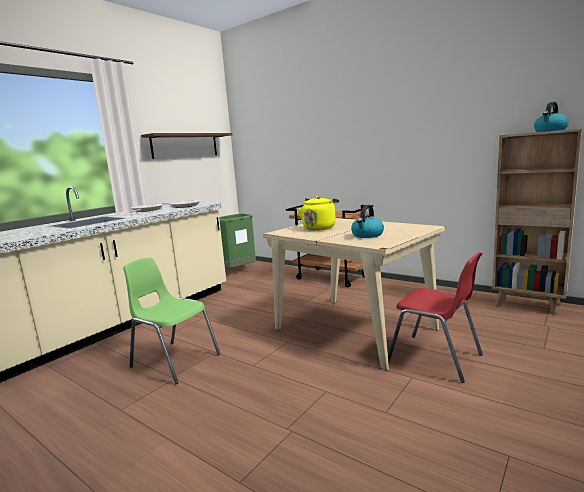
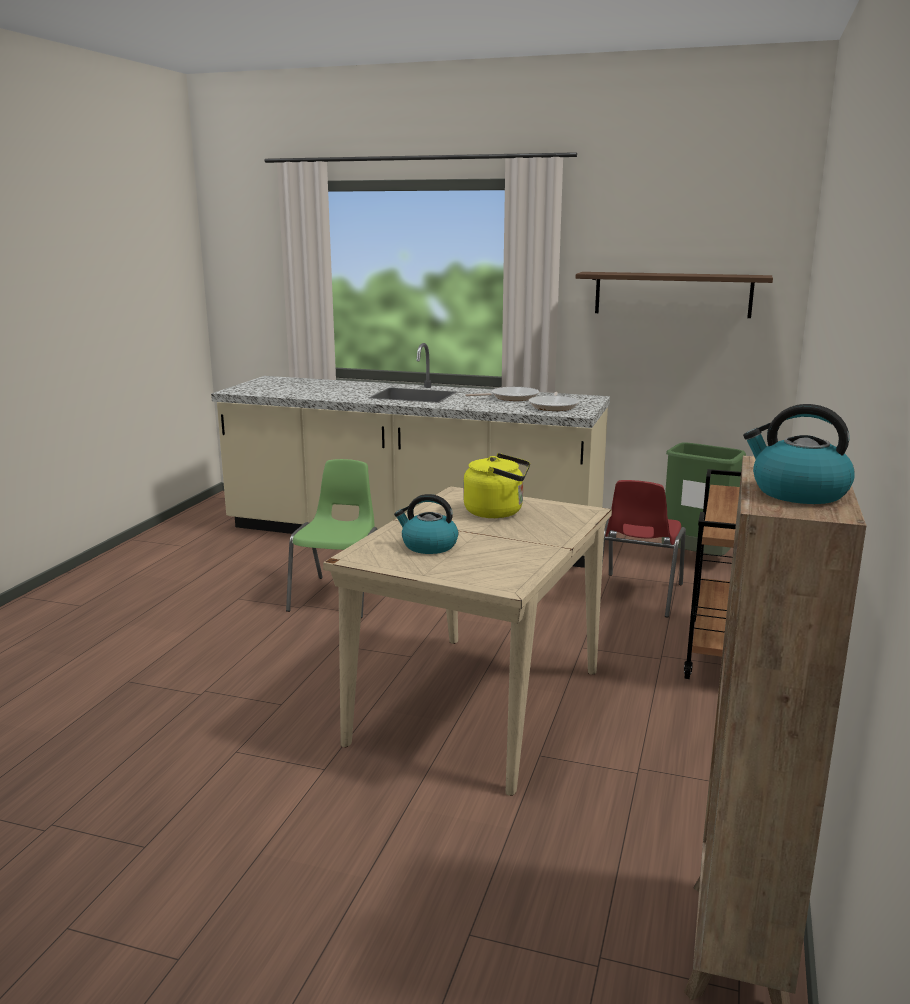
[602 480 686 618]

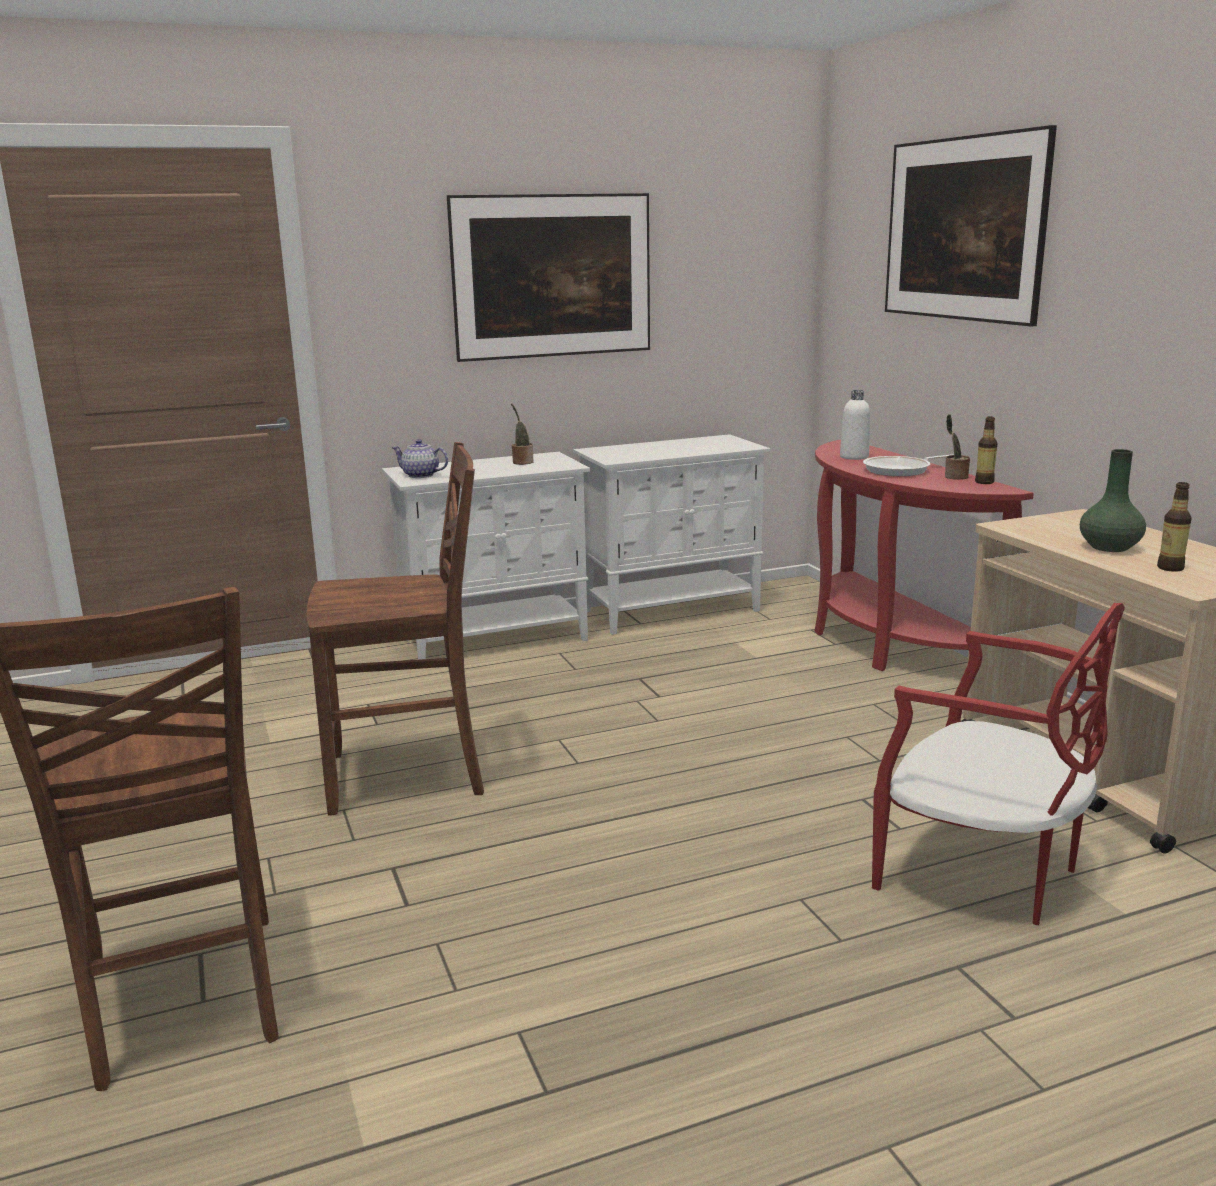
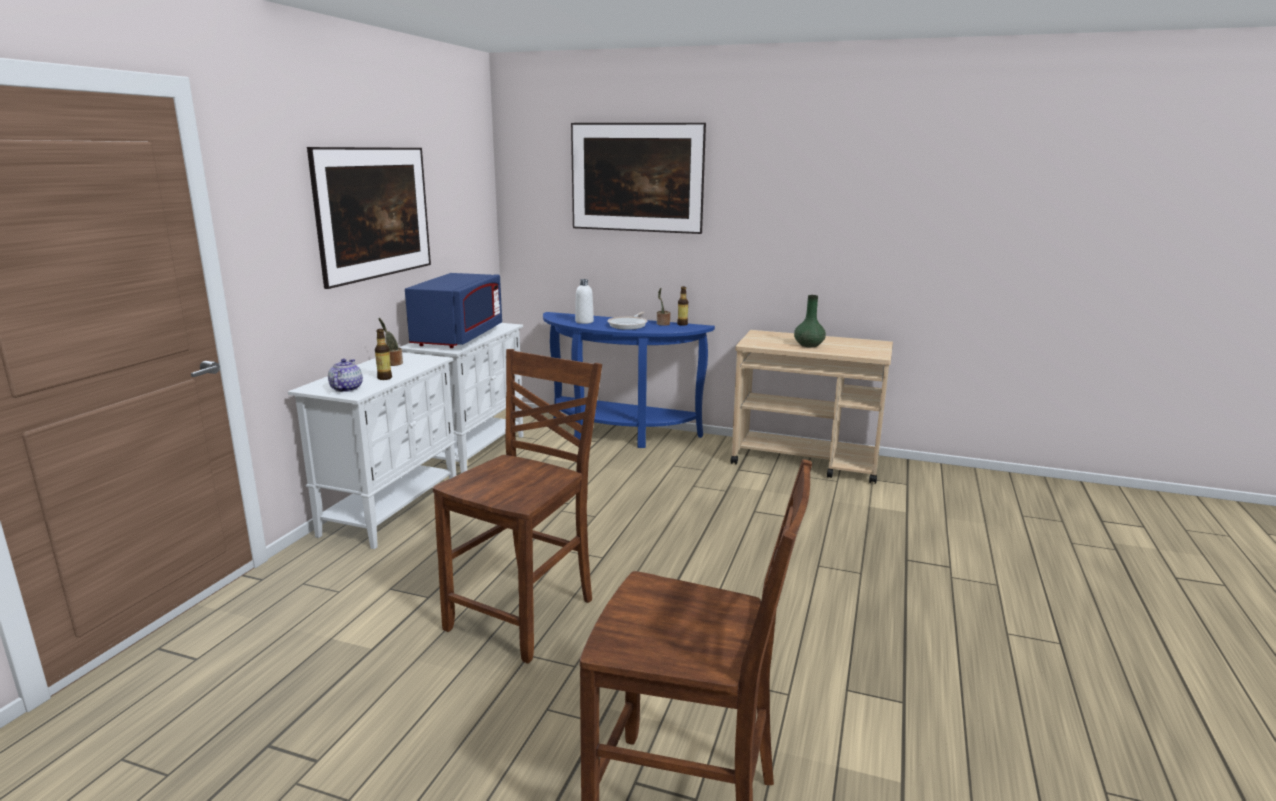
[328 358 363 392]
[375 329 392 380]
[405 273 502 348]
[543 312 715 448]
[872 603 1125 925] (first image)

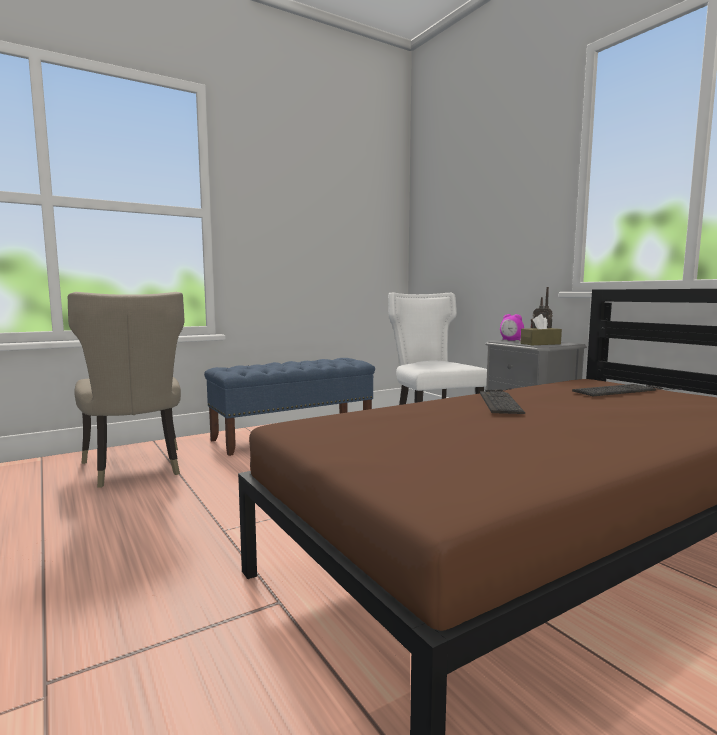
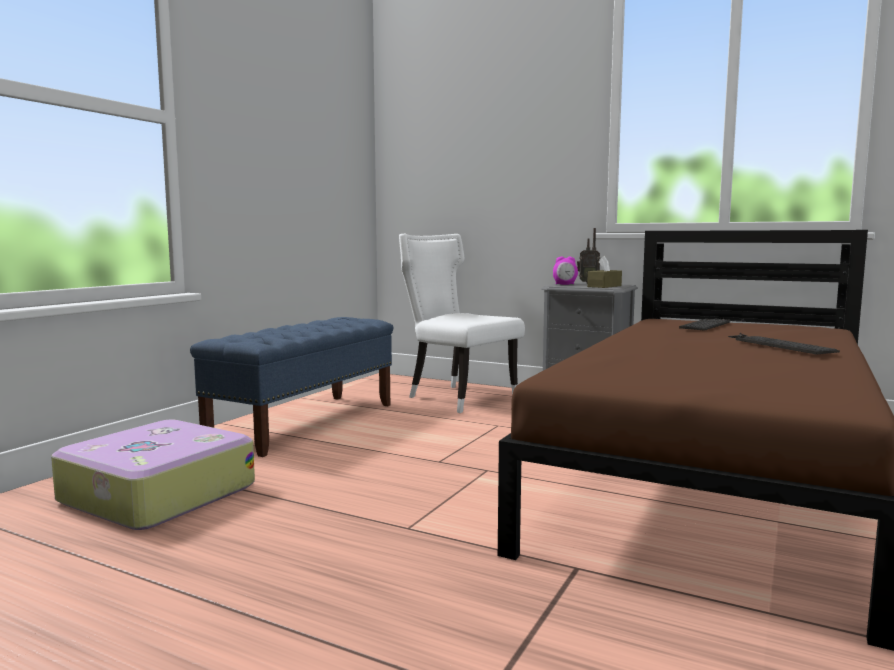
[51 420 255 530]
[728 333 840 355]

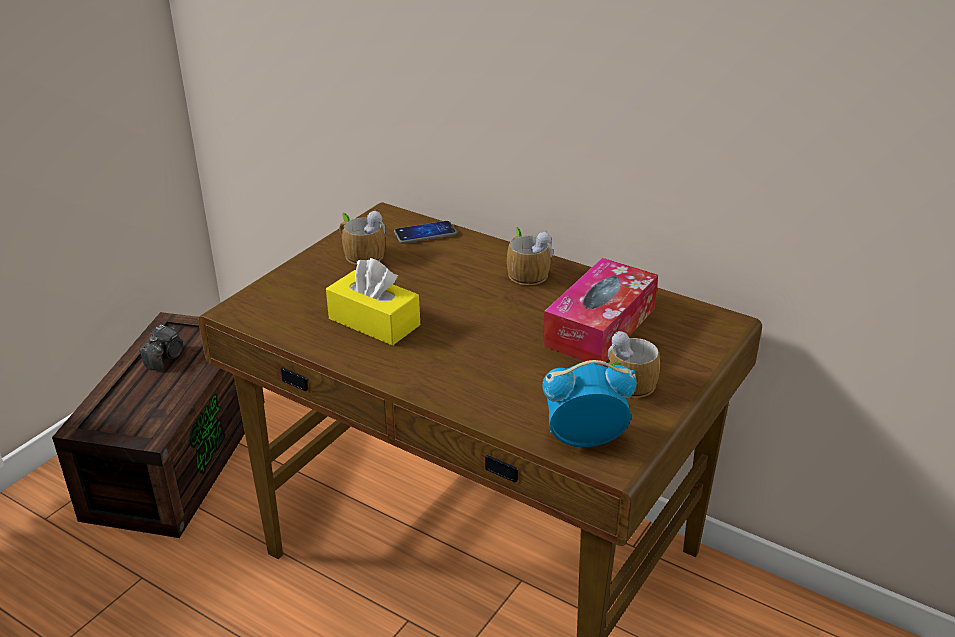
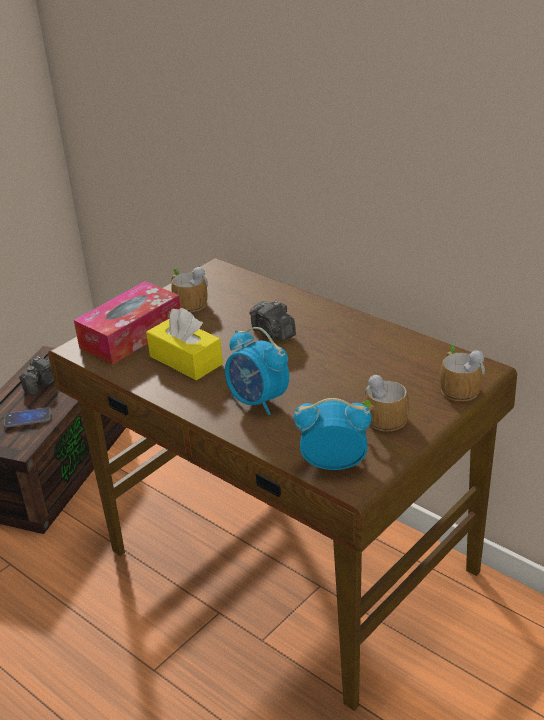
[4 407 51 428]
[74 281 180 365]
[225 327 289 415]
[249 300 296 341]
[440 344 485 401]

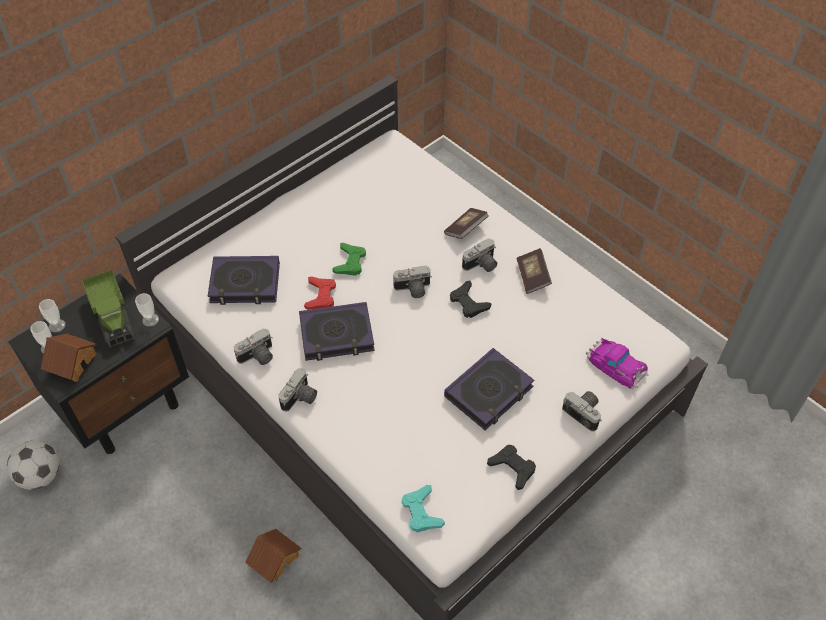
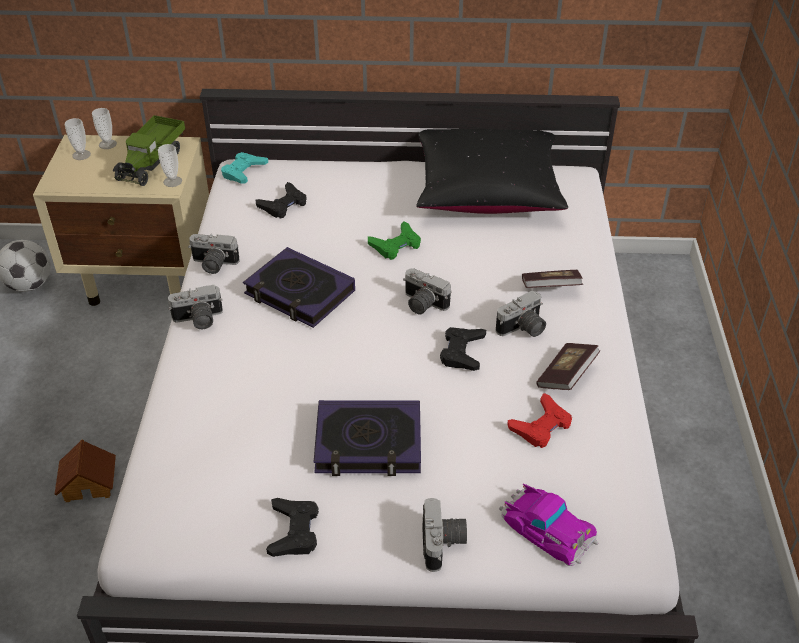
[33 135 209 306]
[221 152 268 184]
[255 182 307 219]
[416 129 568 214]
[496 290 546 337]
[499 484 598 566]
[507 393 572 448]
[41 334 97 382] (first image)

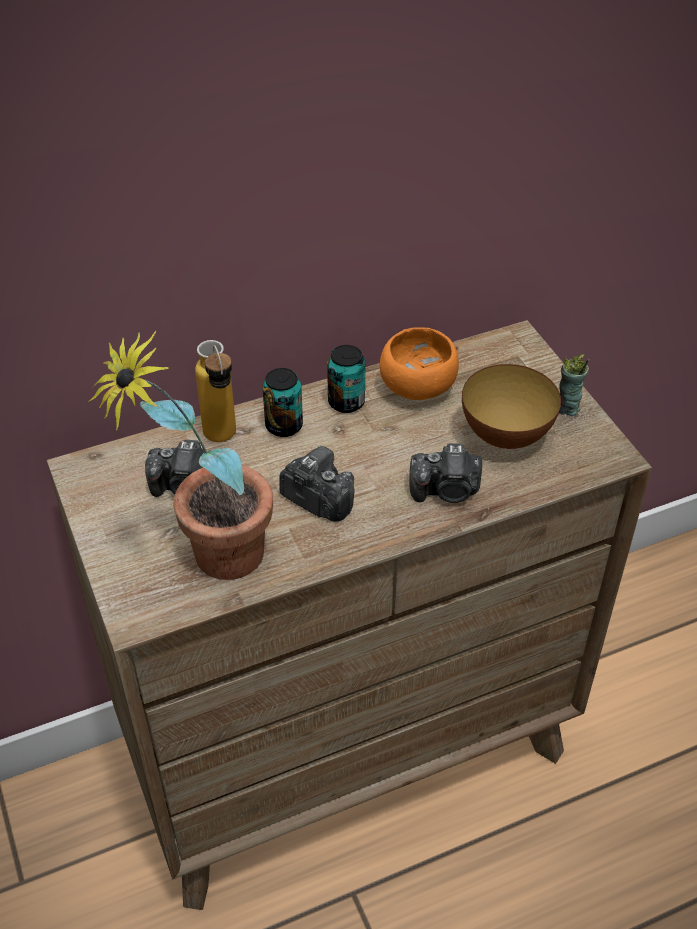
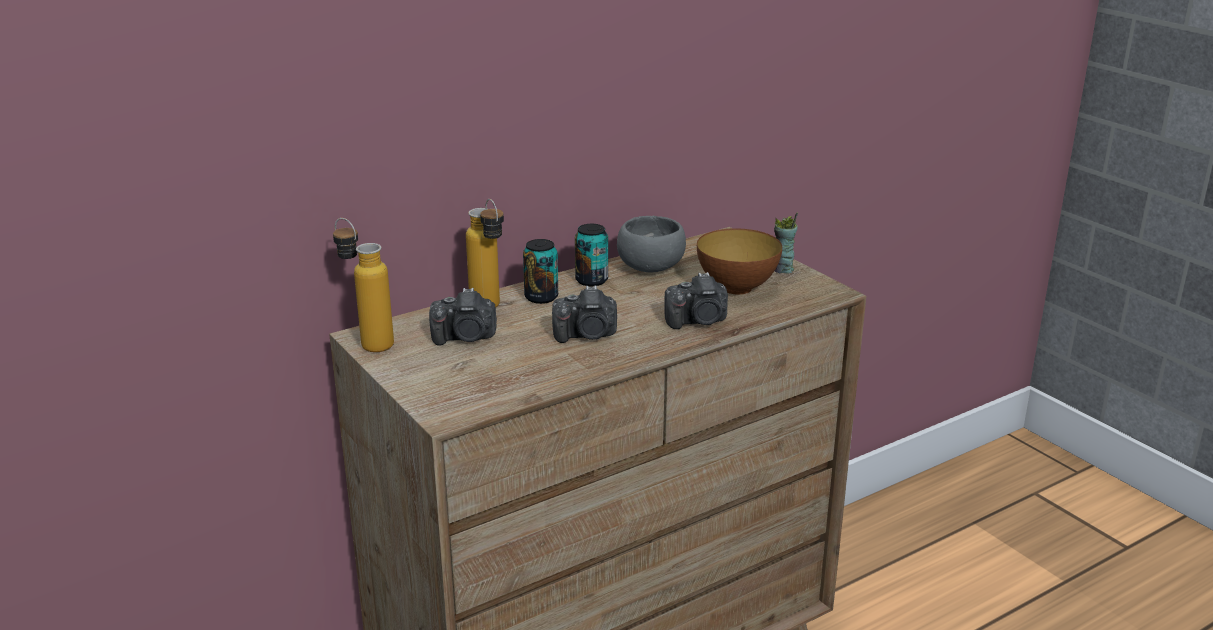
[333 218 394 352]
[552 285 617 343]
[617 216 686 273]
[88 331 273 580] (first image)

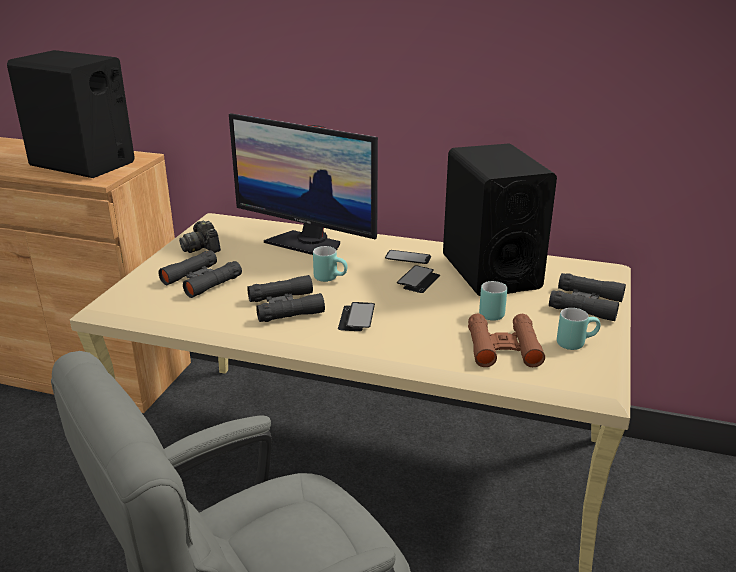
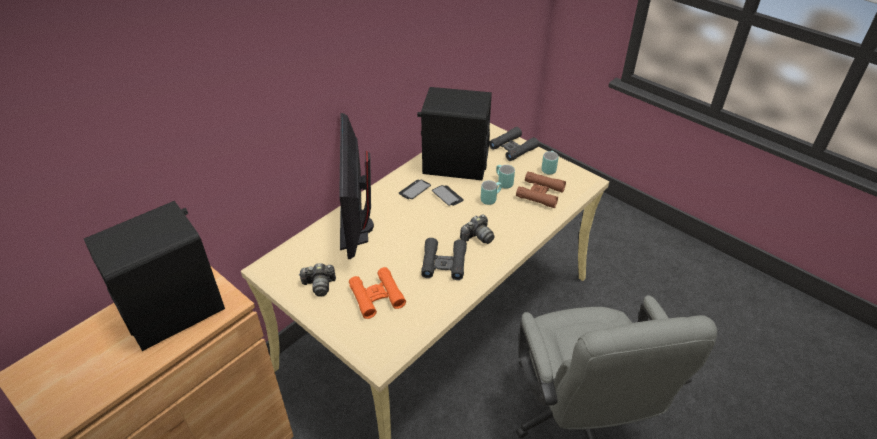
[339 113 374 259]
[349 267 406 319]
[460 214 495 244]
[481 180 502 205]

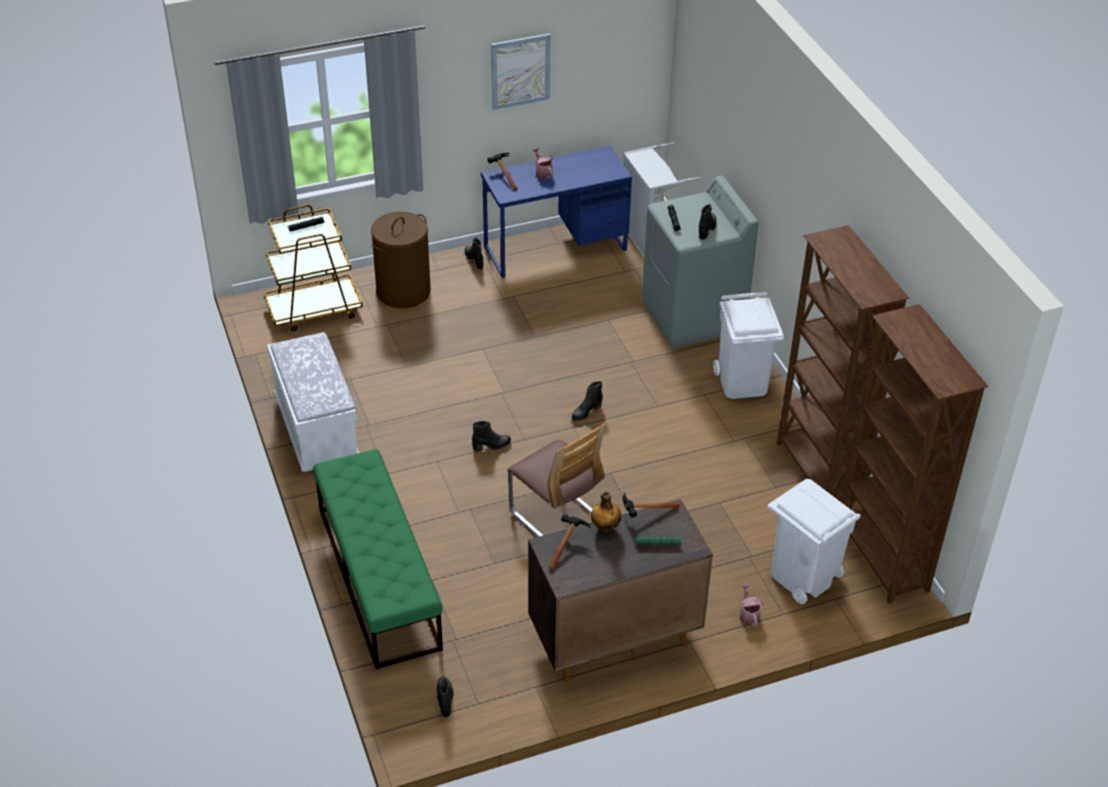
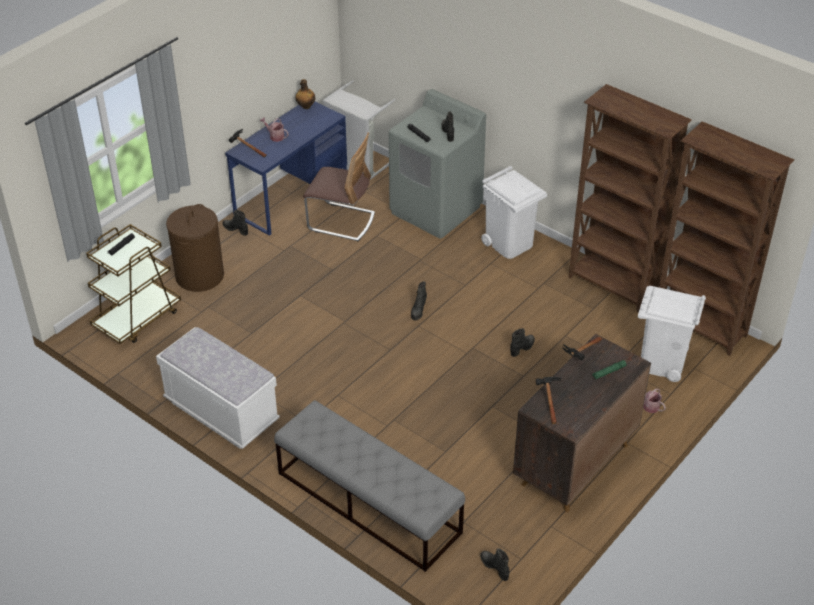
[274 400 465 572]
[295 79 315 109]
[303 132 375 241]
[510 328 535 357]
[491 33 551 110] (first image)

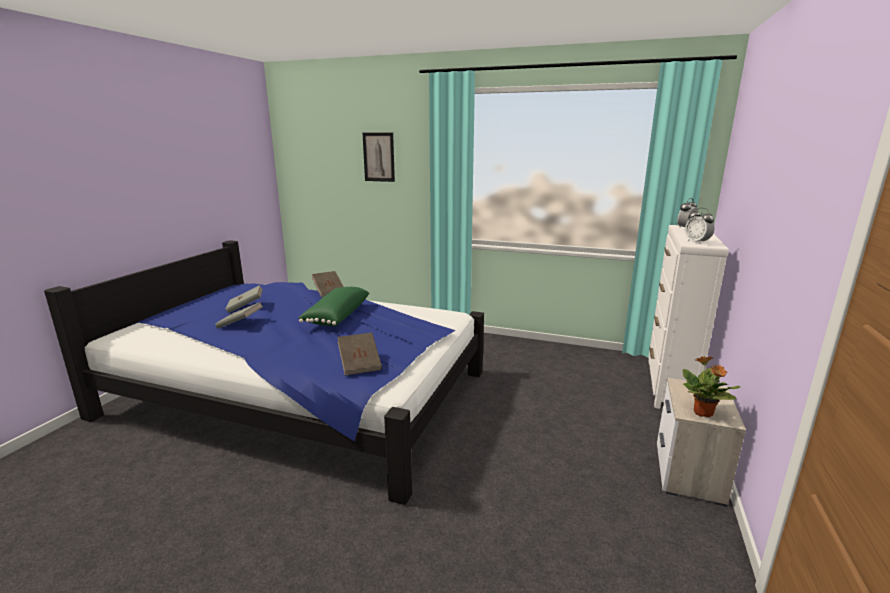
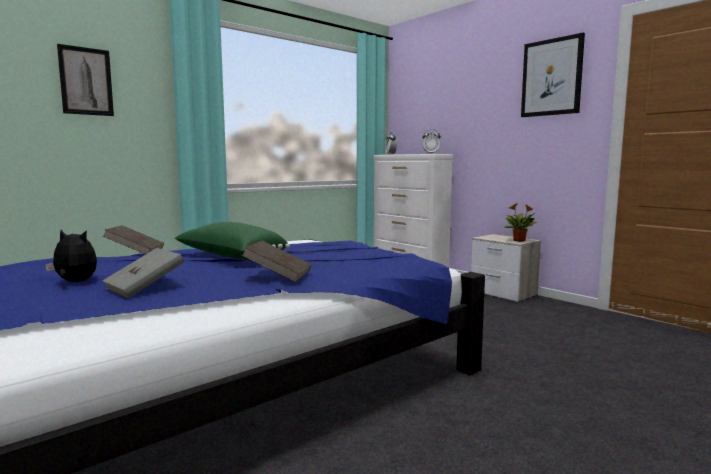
[45 230 97 282]
[242 241 311 282]
[521 33 585 117]

